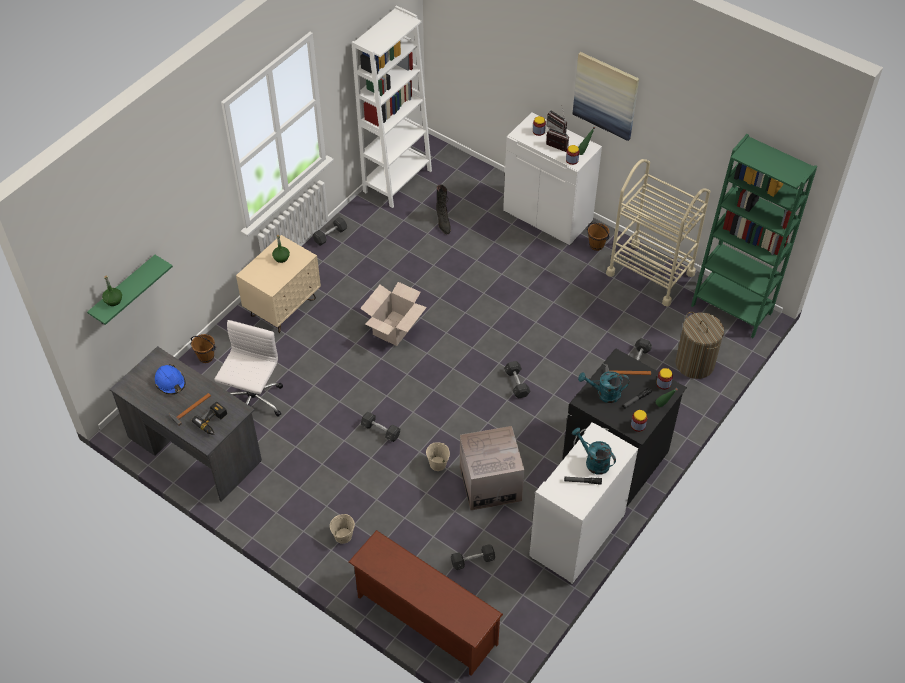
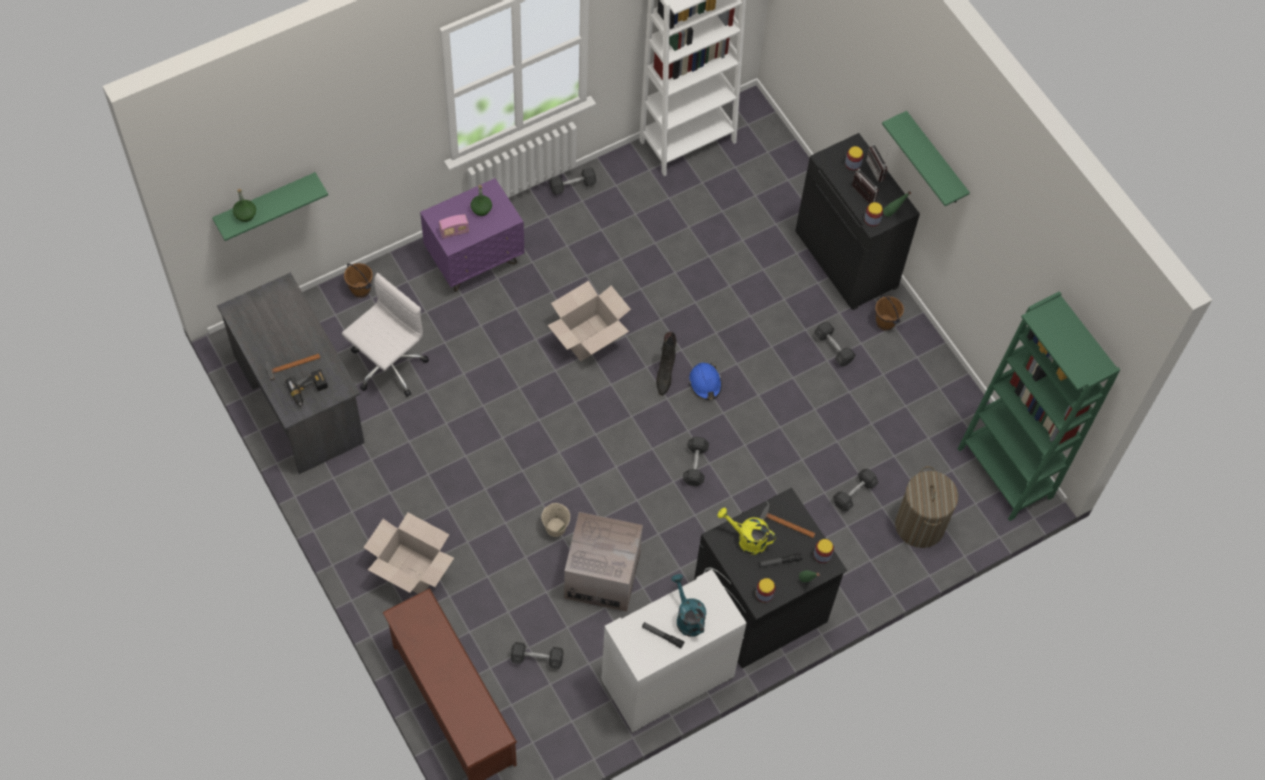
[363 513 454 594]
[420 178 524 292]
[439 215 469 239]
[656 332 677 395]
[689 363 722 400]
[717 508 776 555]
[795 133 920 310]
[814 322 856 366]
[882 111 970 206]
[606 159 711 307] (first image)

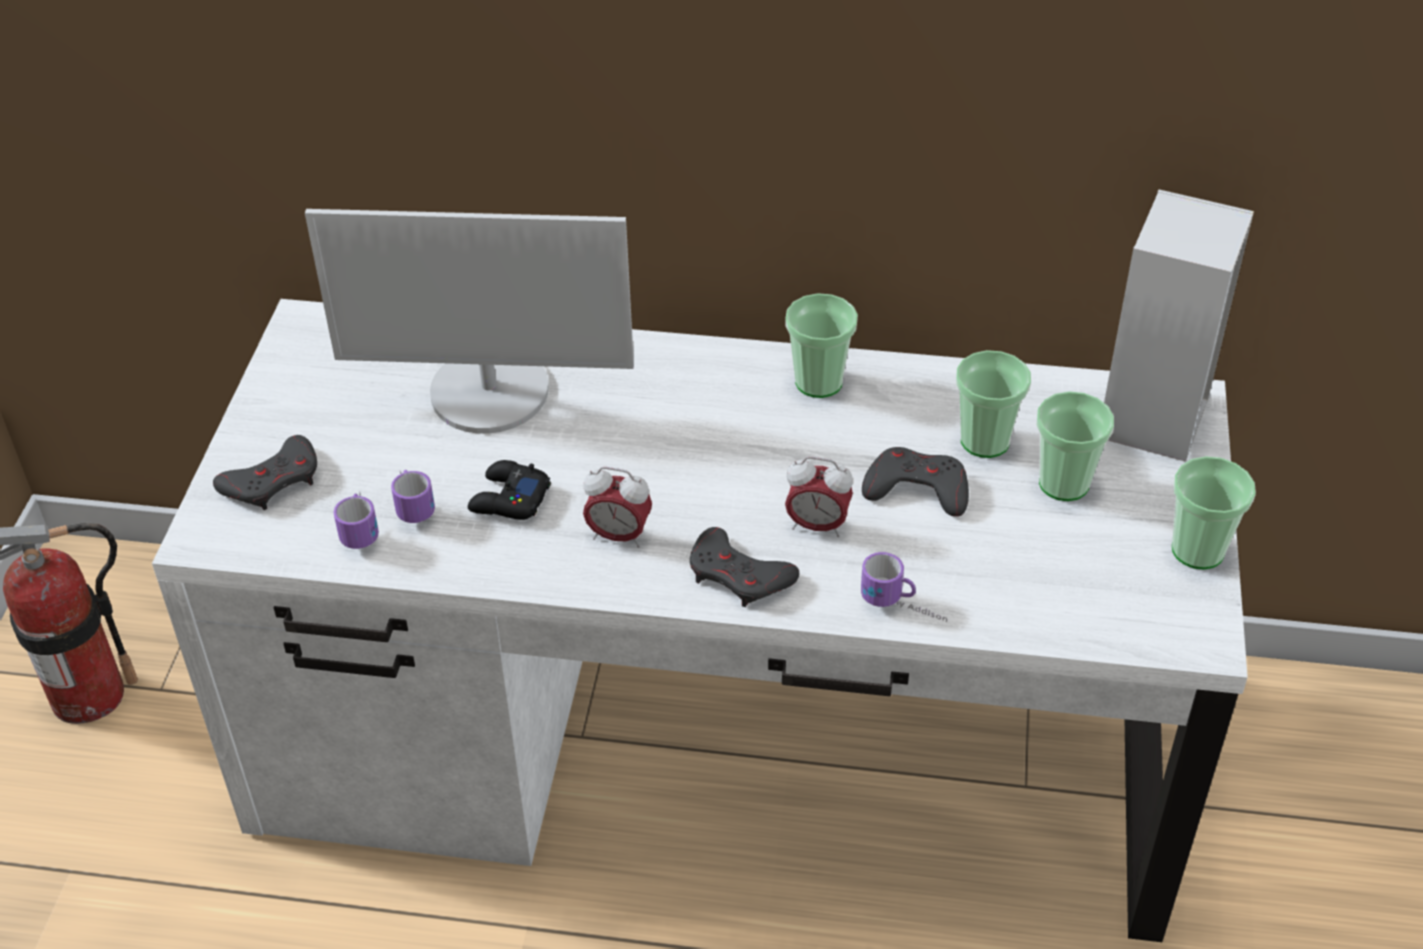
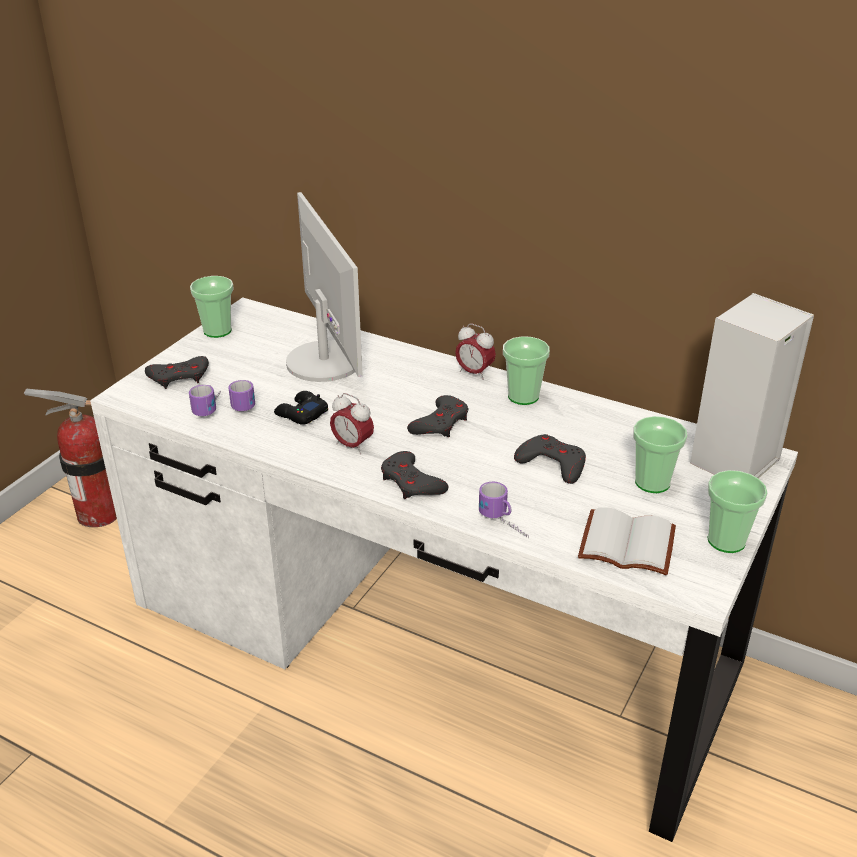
[190 276 233 338]
[286 192 363 382]
[407 395 468 437]
[455 324 496 380]
[578 507 676 575]

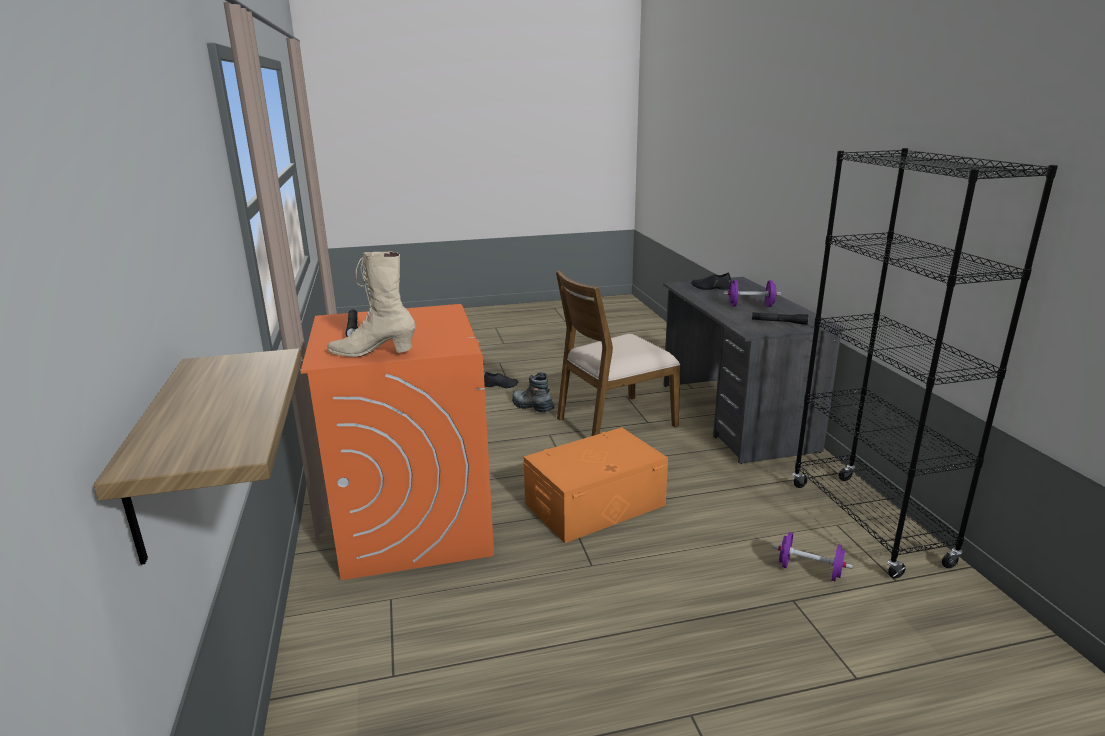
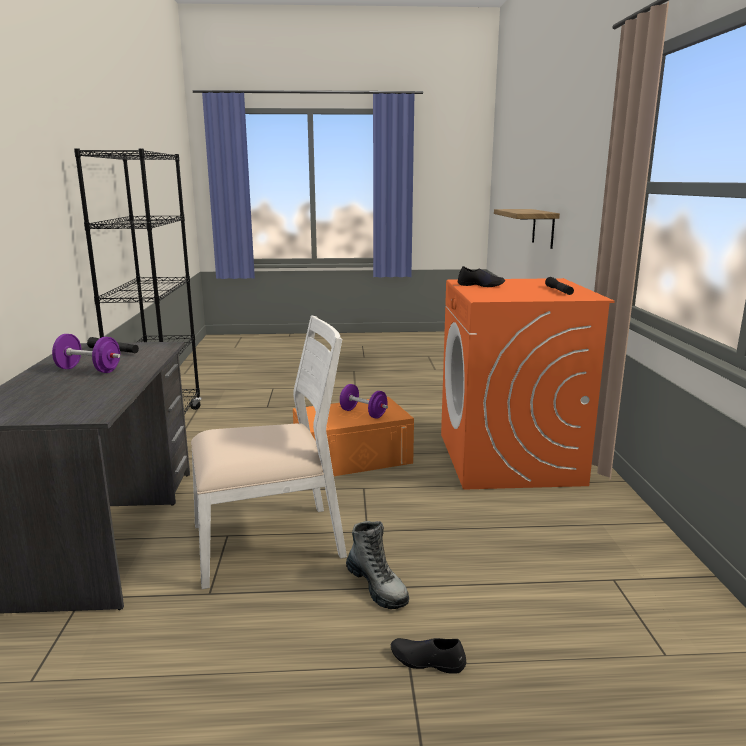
[191 315 347 589]
[340 384 388 419]
[458 266 505 287]
[327 251 416 357] (first image)

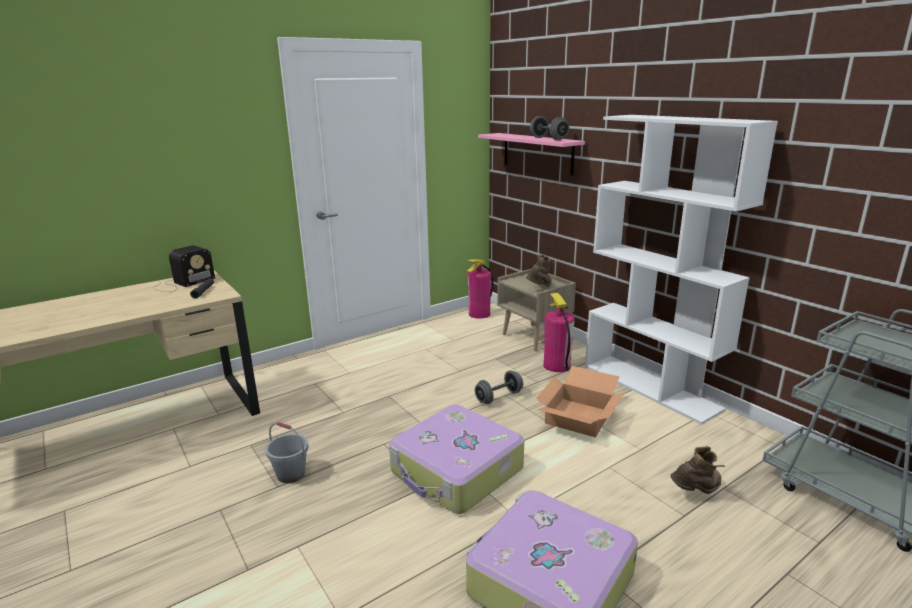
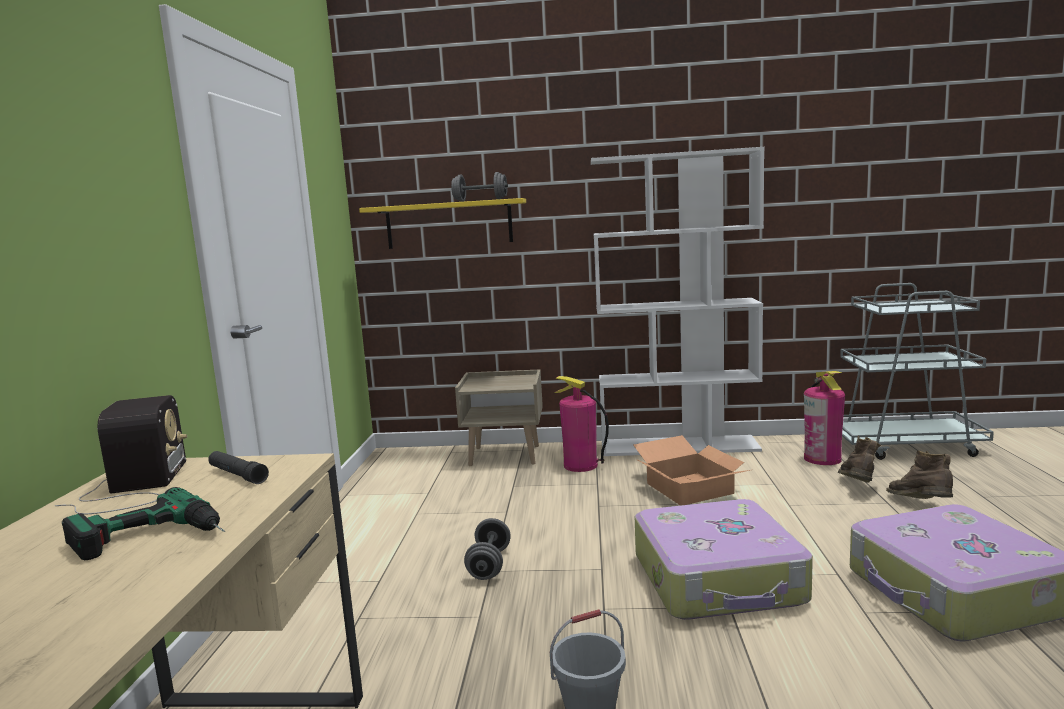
[62 487 225 560]
[359 198 526 249]
[464 518 511 580]
[804 371 845 465]
[886 451 953 499]

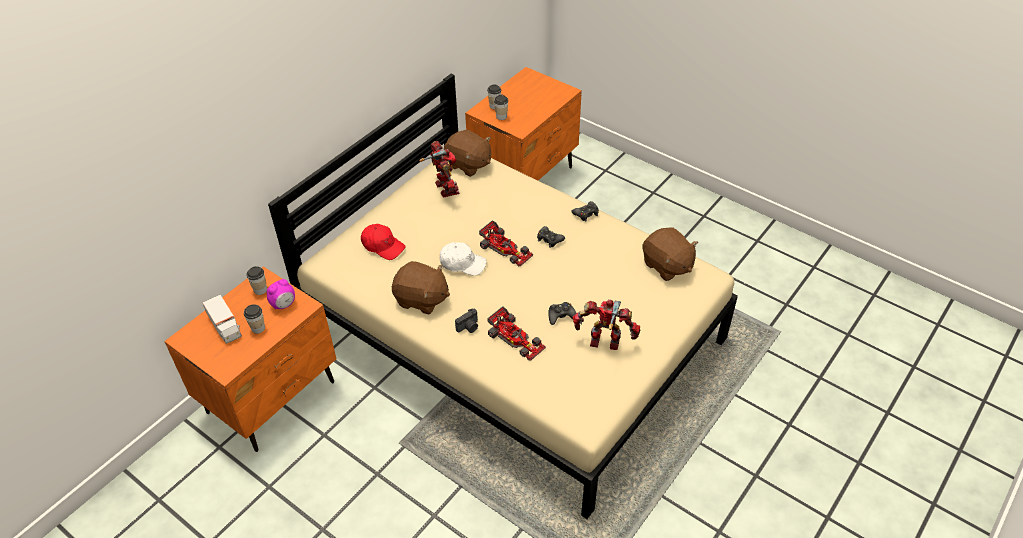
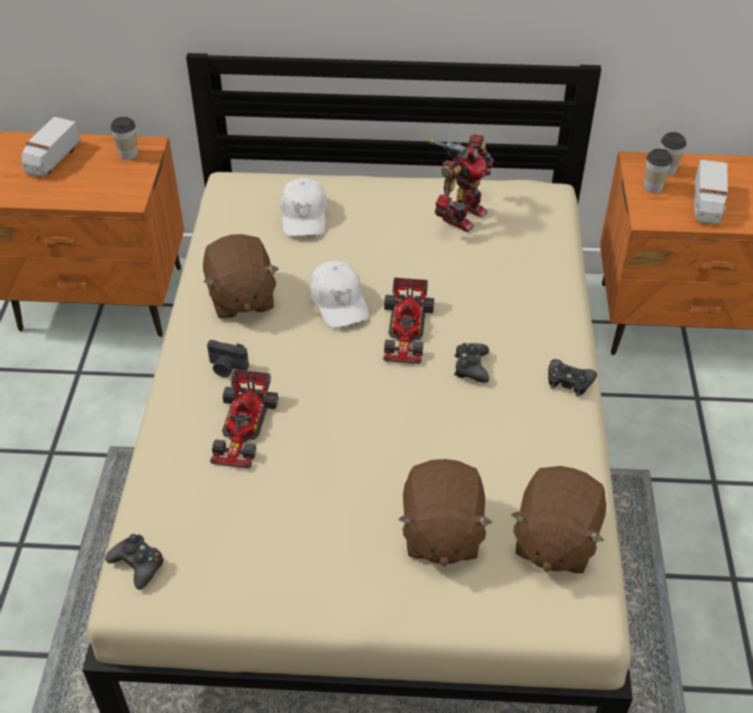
[105 534 164 590]
[280 178 327 236]
[398 459 492 567]
[694 159 728 224]
[244 304 265 334] (first image)
[267 279 295 309] (first image)
[572 299 641 350] (first image)

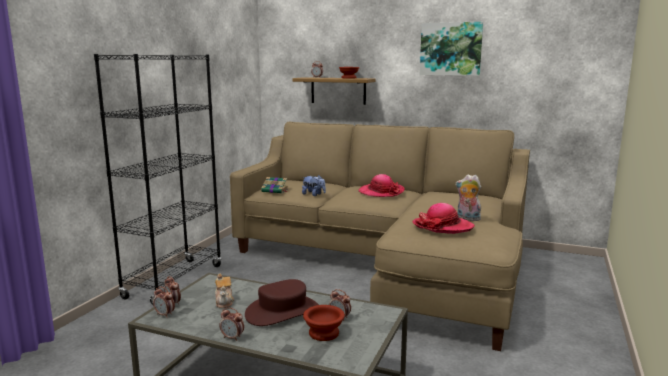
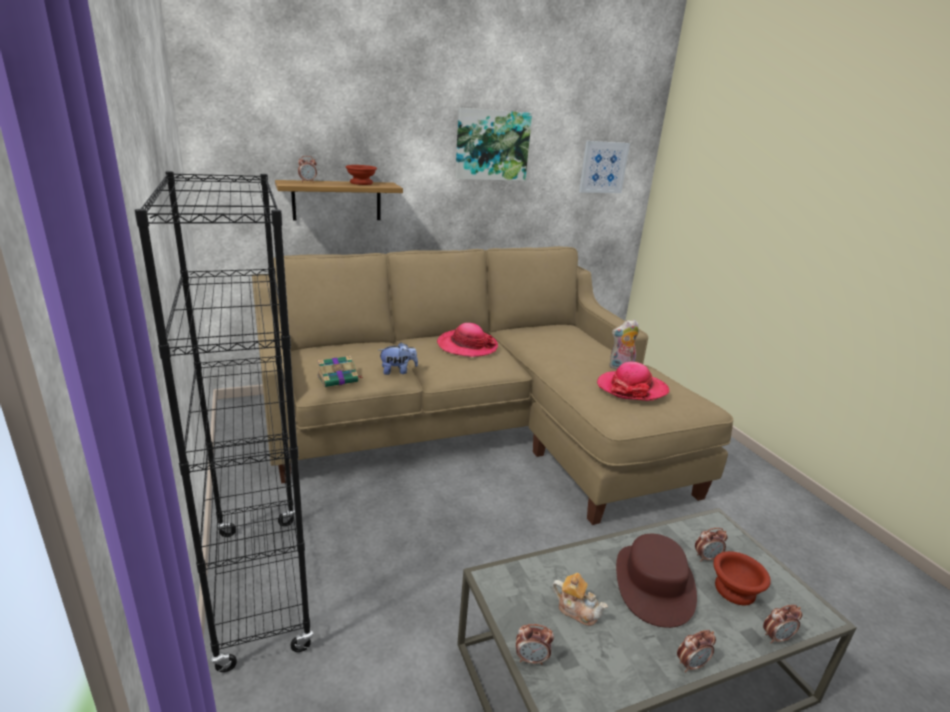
[579 141 630 193]
[763 605 802 644]

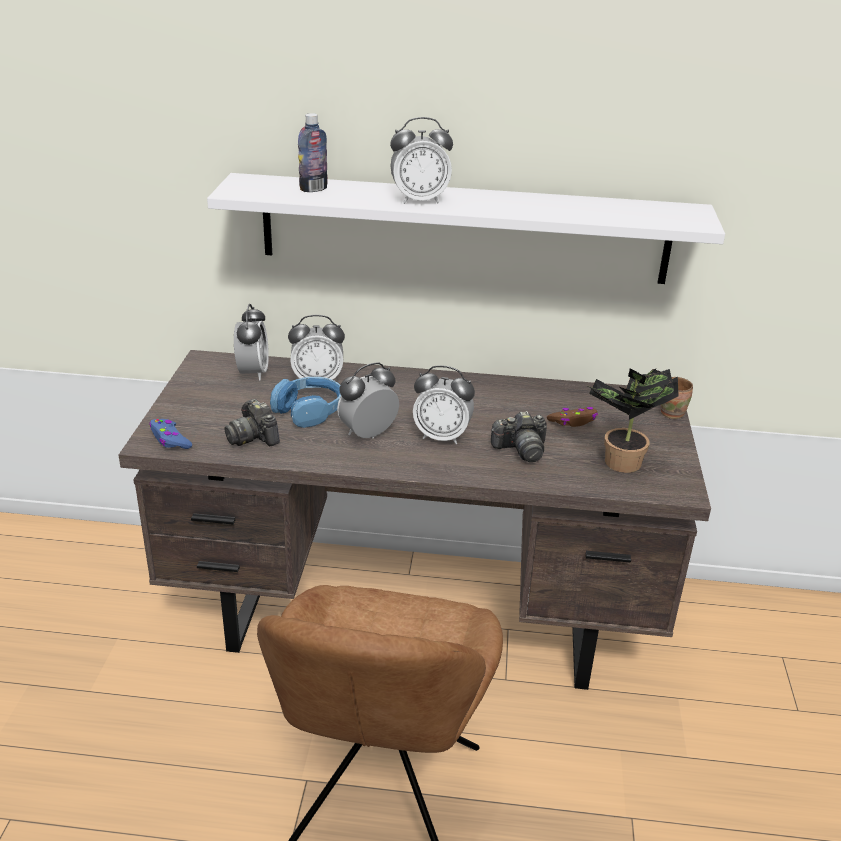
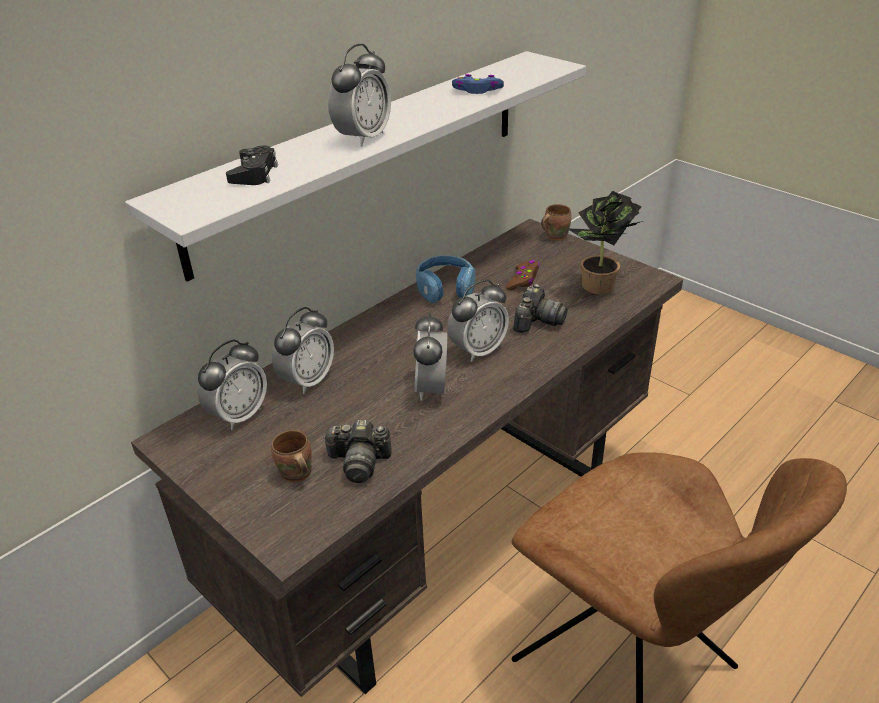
[197 339 267 430]
[226 145 278 185]
[271 430 312 483]
[416 255 475 303]
[452 74 504 94]

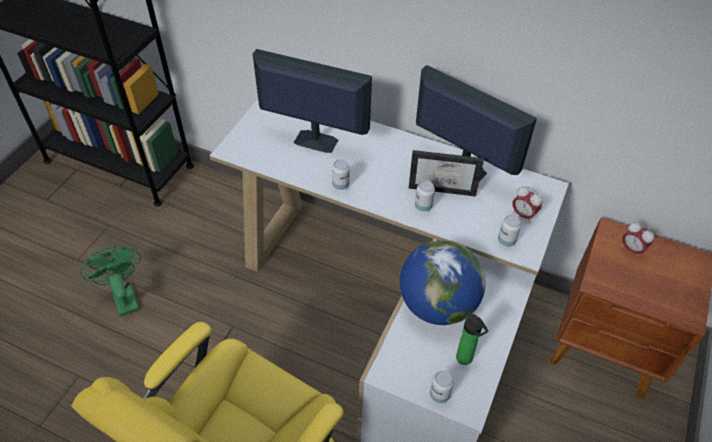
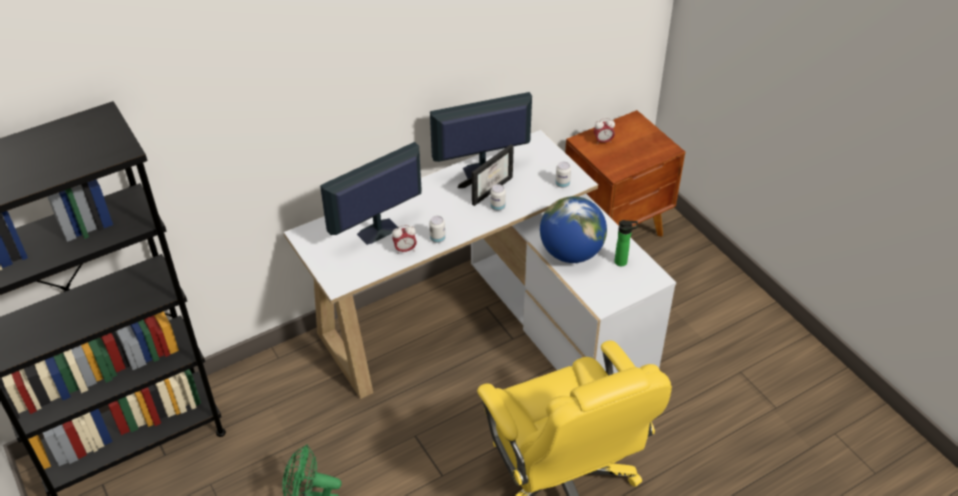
[392 225 417 253]
[430 371 454 403] (first image)

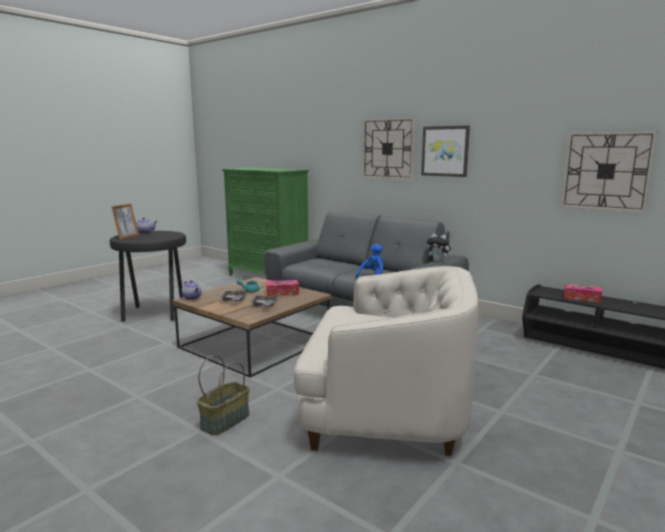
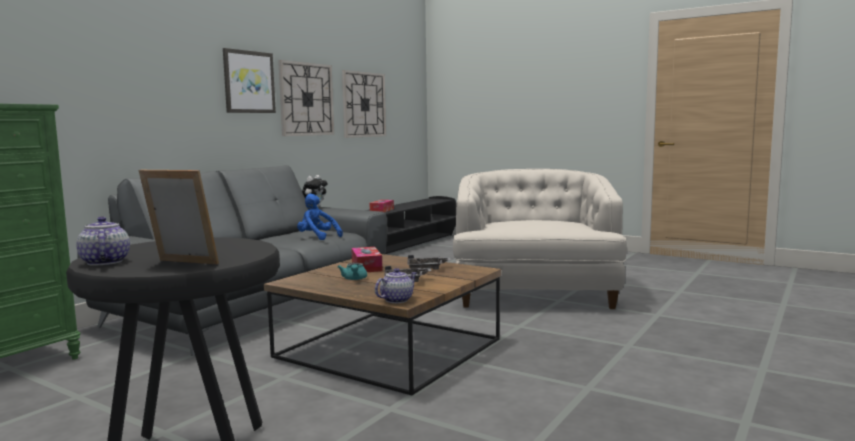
[278 60 334 136]
[197 355 250 435] (first image)

